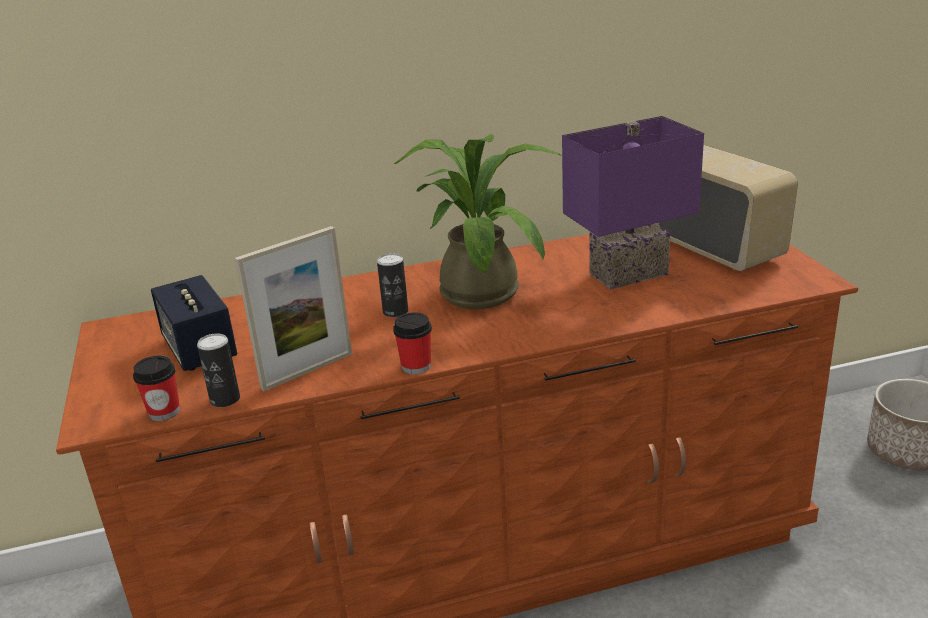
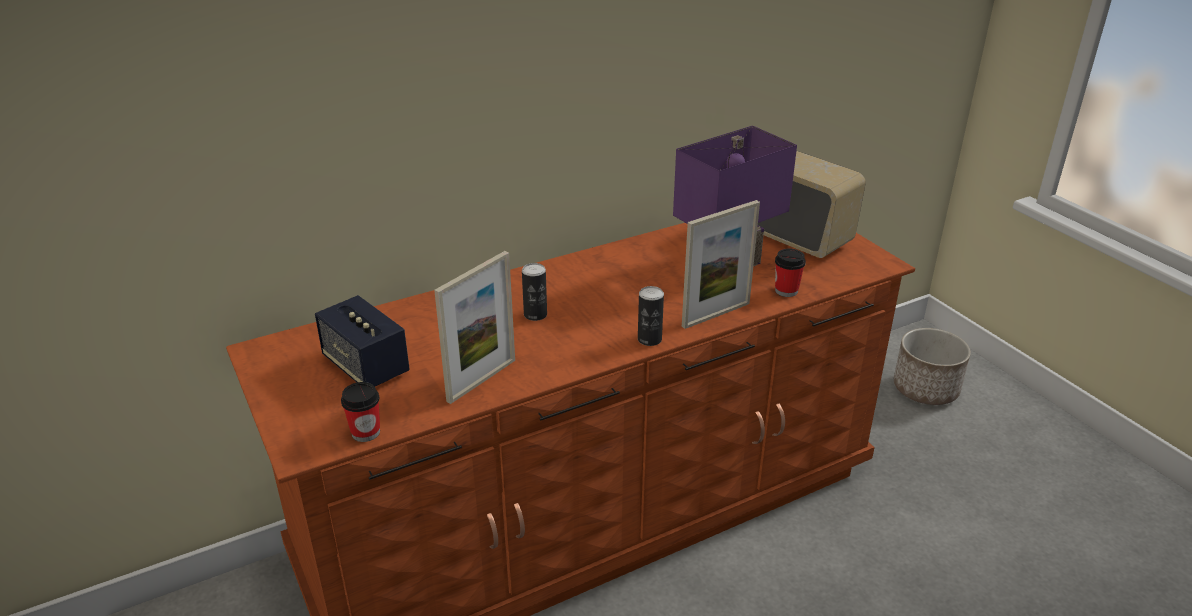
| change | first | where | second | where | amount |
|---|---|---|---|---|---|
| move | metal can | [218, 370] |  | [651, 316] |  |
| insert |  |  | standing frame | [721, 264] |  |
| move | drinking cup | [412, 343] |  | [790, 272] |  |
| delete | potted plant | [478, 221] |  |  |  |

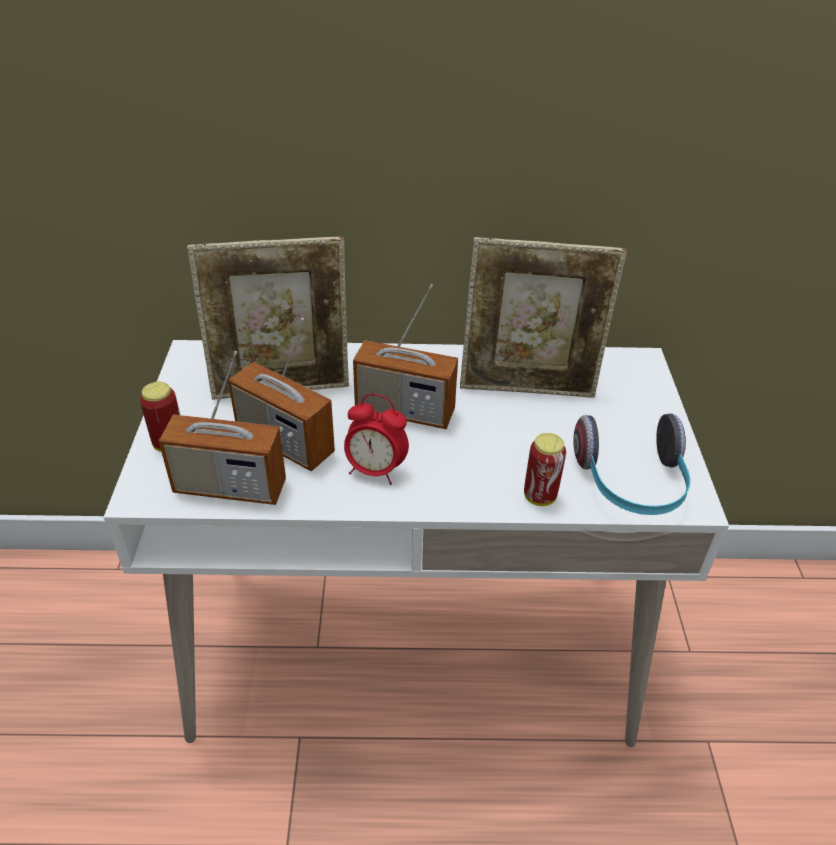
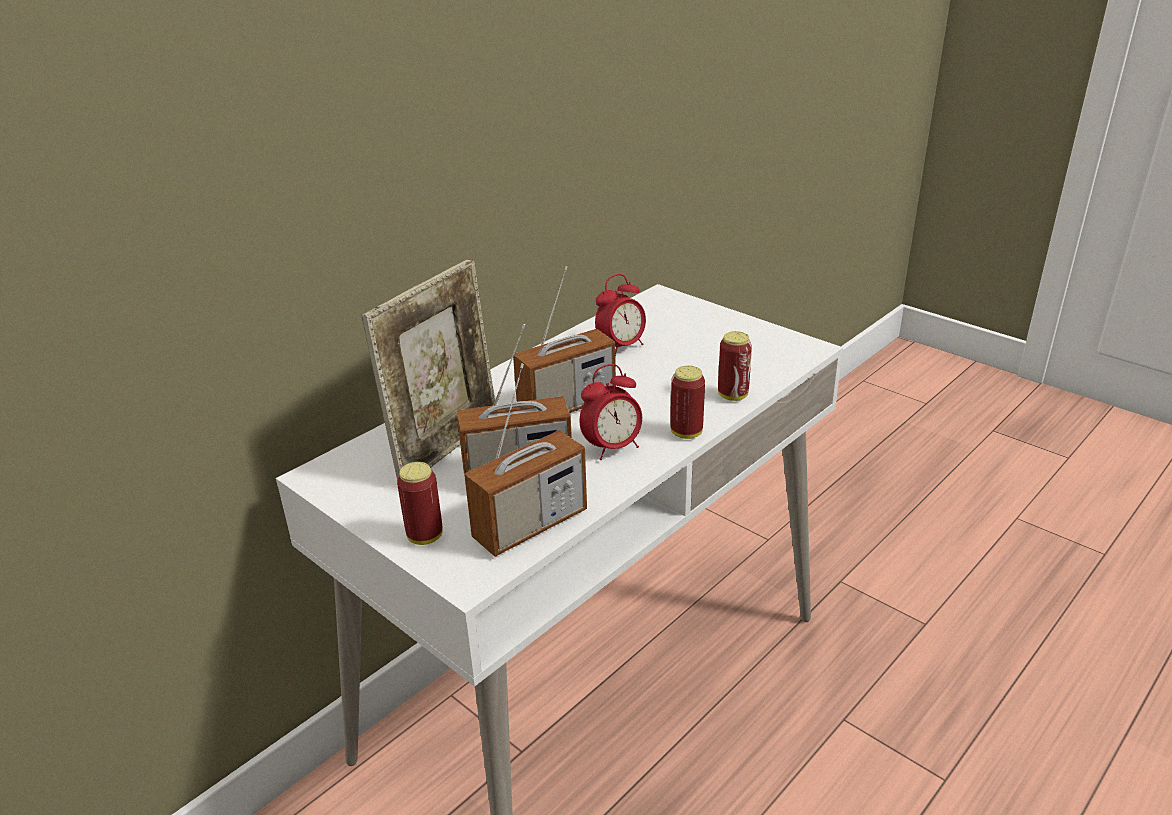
| change | first | where | second | where | amount |
|---|---|---|---|---|---|
| replace | standing frame | [543, 317] | bedside clock | [620, 315] |  |
| insert |  |  | metal can | [687, 402] |  |
| delete | pair of headphones | [632, 464] |  |  |  |

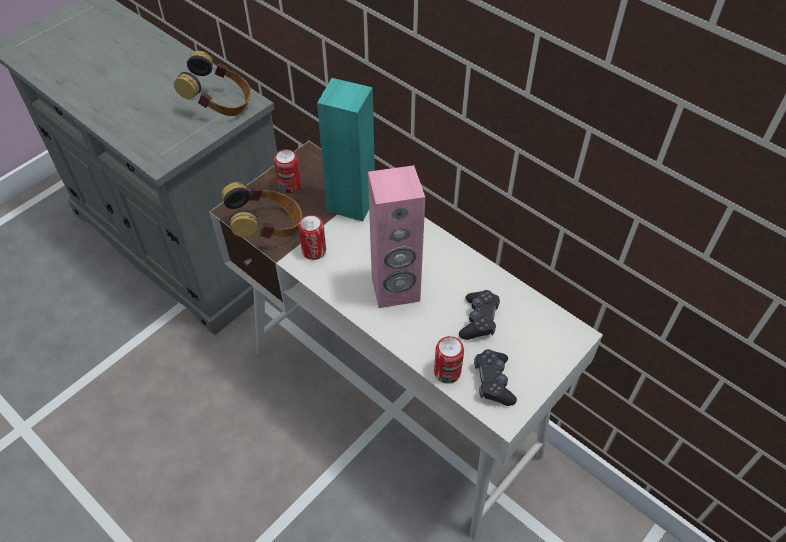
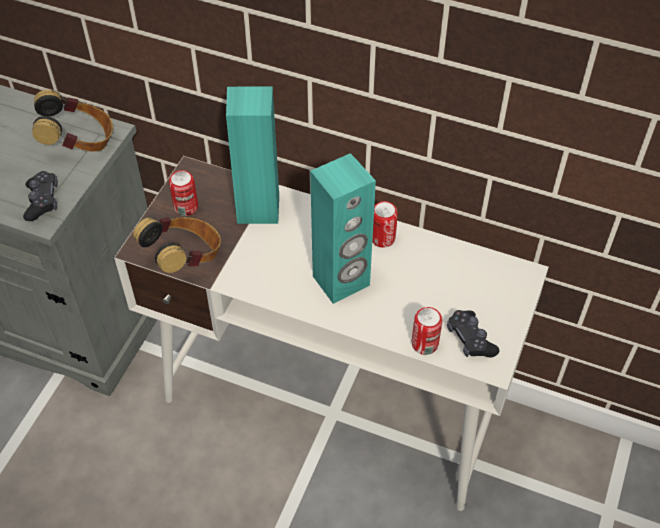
| change | first | where | second | where | amount |
|---|---|---|---|---|---|
| move | gamepad (black) | [479, 315] |  | [40, 196] |  |
| recolor | loudspeaker (pinkish) | [396, 236] | loudspeaker (turquoise) | [343, 228] |  |
| move | metal can | [312, 237] |  | [385, 224] |  |

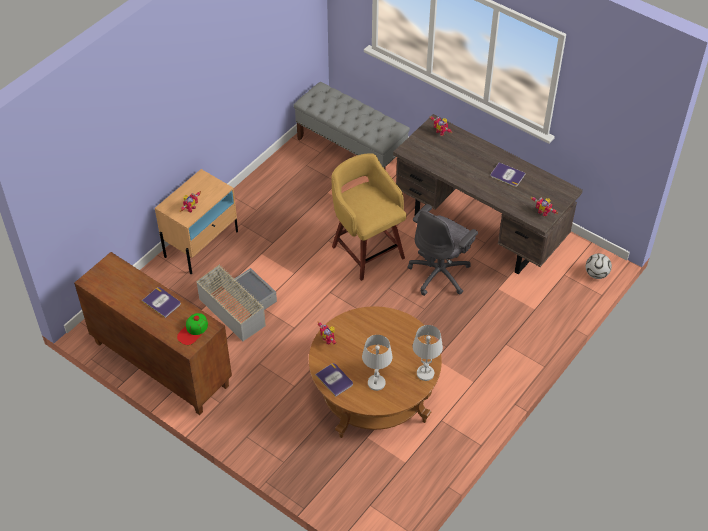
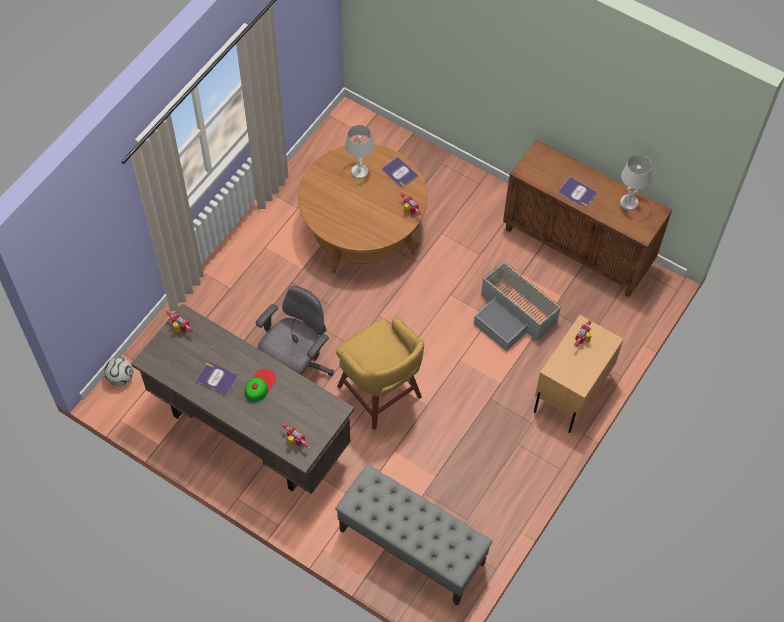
| change | first | where | second | where | amount |
|---|---|---|---|---|---|
| move | baseball cap | [192, 329] |  | [260, 385] |  |
| move | lamp for a table (whitish) | [428, 353] |  | [636, 182] |  |

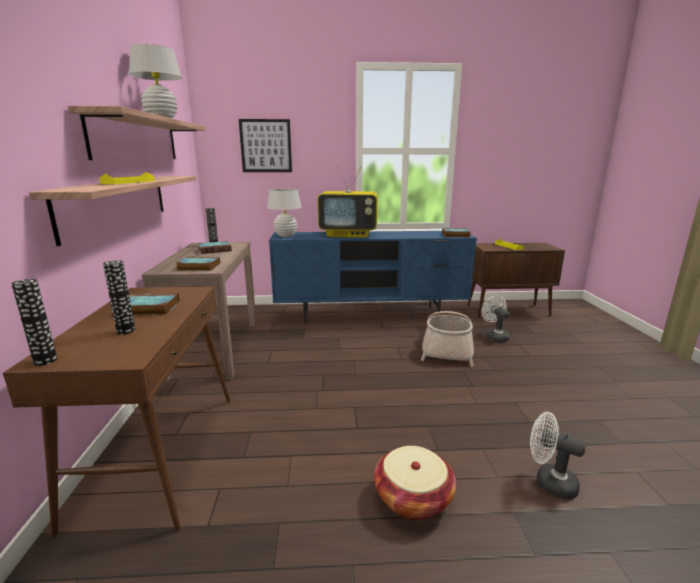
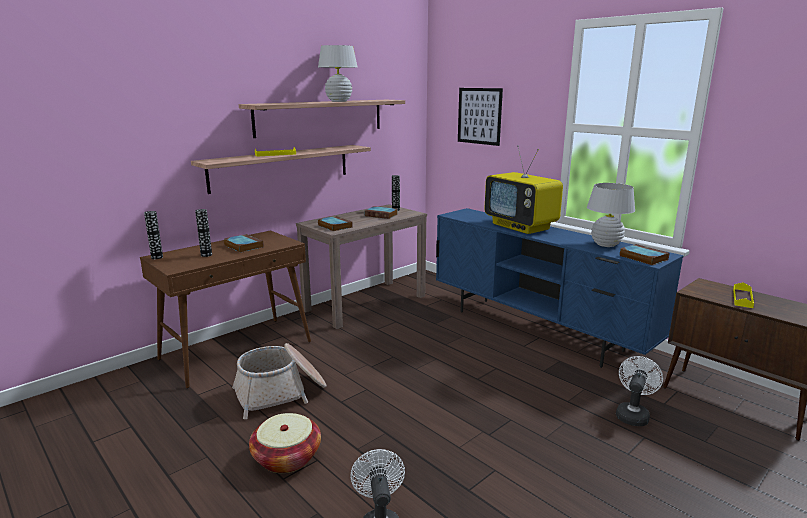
| change | first | where | second | where | amount |
|---|---|---|---|---|---|
| move | storage basket | [447, 339] |  | [279, 381] |  |
| move | lamp for a table (whitish) | [284, 213] |  | [611, 215] |  |

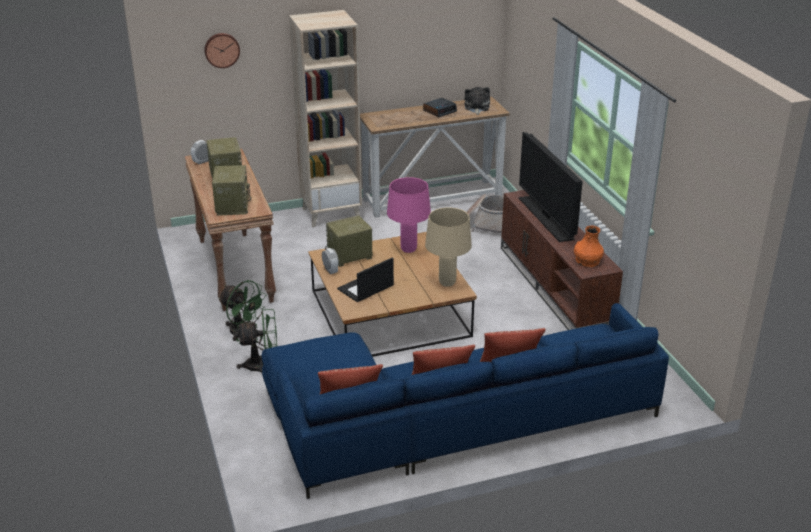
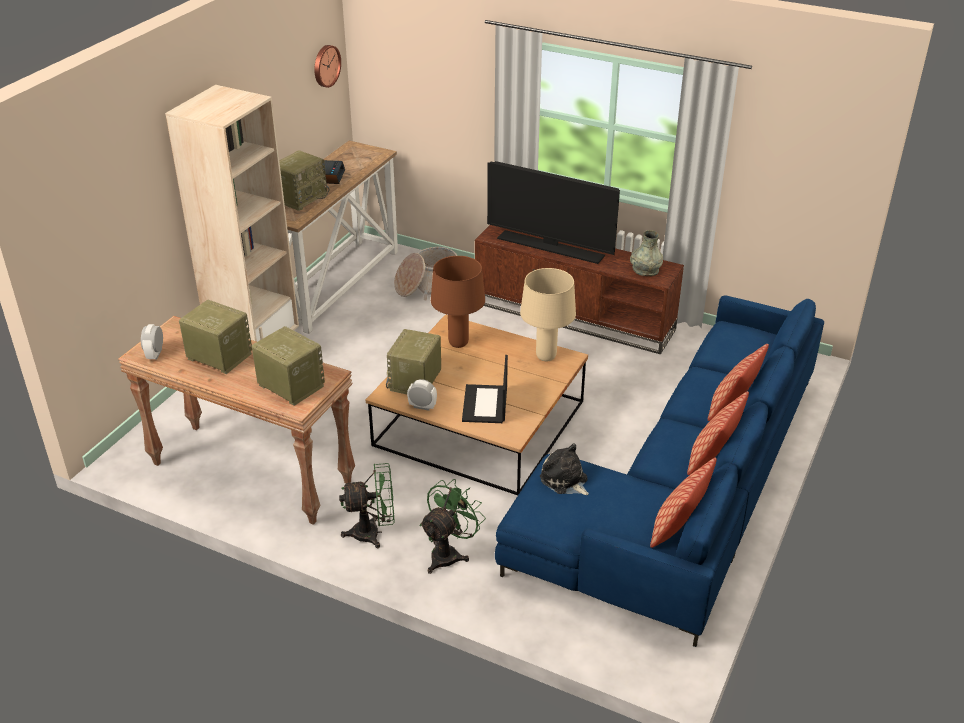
| change | first | where | second | where | amount |
|---|---|---|---|---|---|
| insert |  |  | radio | [304, 180] |  |
| move | clock on the wall | [222, 50] |  | [327, 66] |  |
| recolor | lamp for a table (pinkish) | [409, 215] | lamp for a table (brown) | [458, 302] |  |
| move | soft toy | [477, 101] |  | [564, 469] |  |
| recolor | vase (orange) | [589, 246] | vase (greyish) | [646, 253] |  |

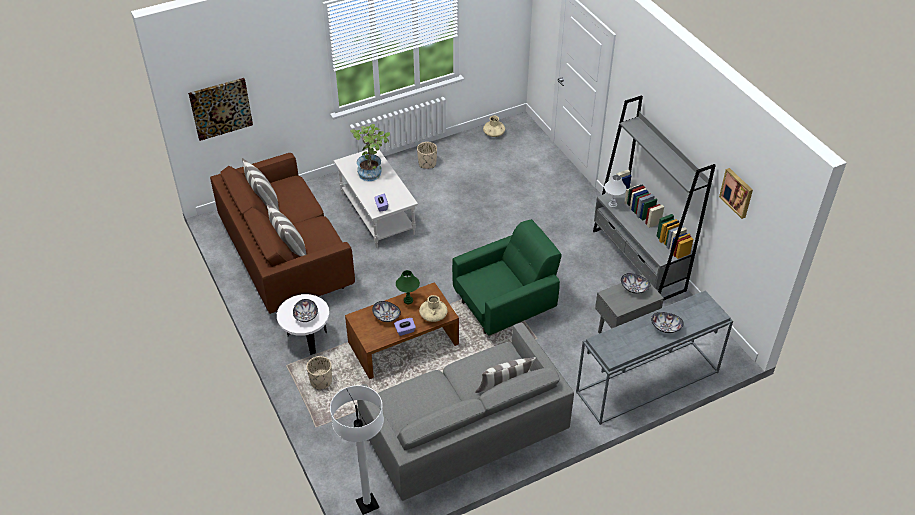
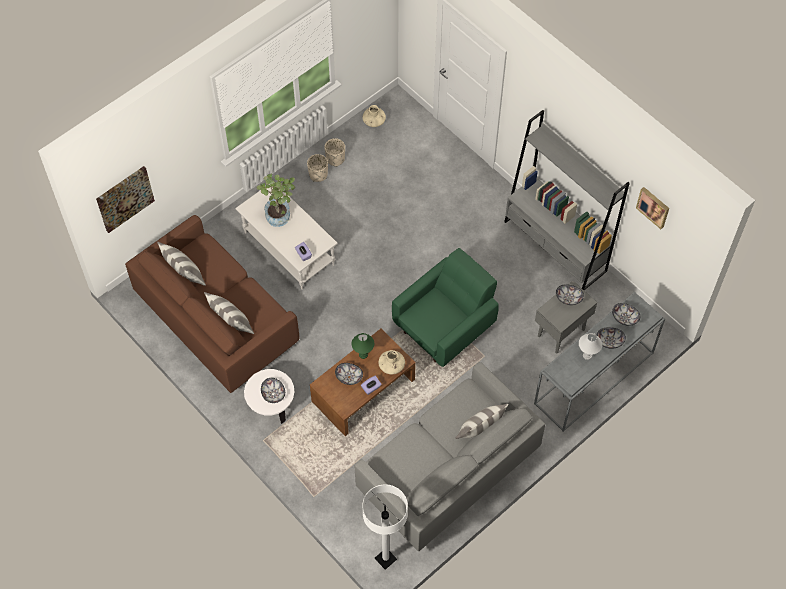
| change | first | where | second | where | amount |
|---|---|---|---|---|---|
| move | flower pot (beige-coloured) | [319, 373] |  | [334, 152] |  |
| move | lamp for a table (whitish) | [615, 191] |  | [590, 346] |  |
| insert |  |  | deep dish | [626, 314] |  |

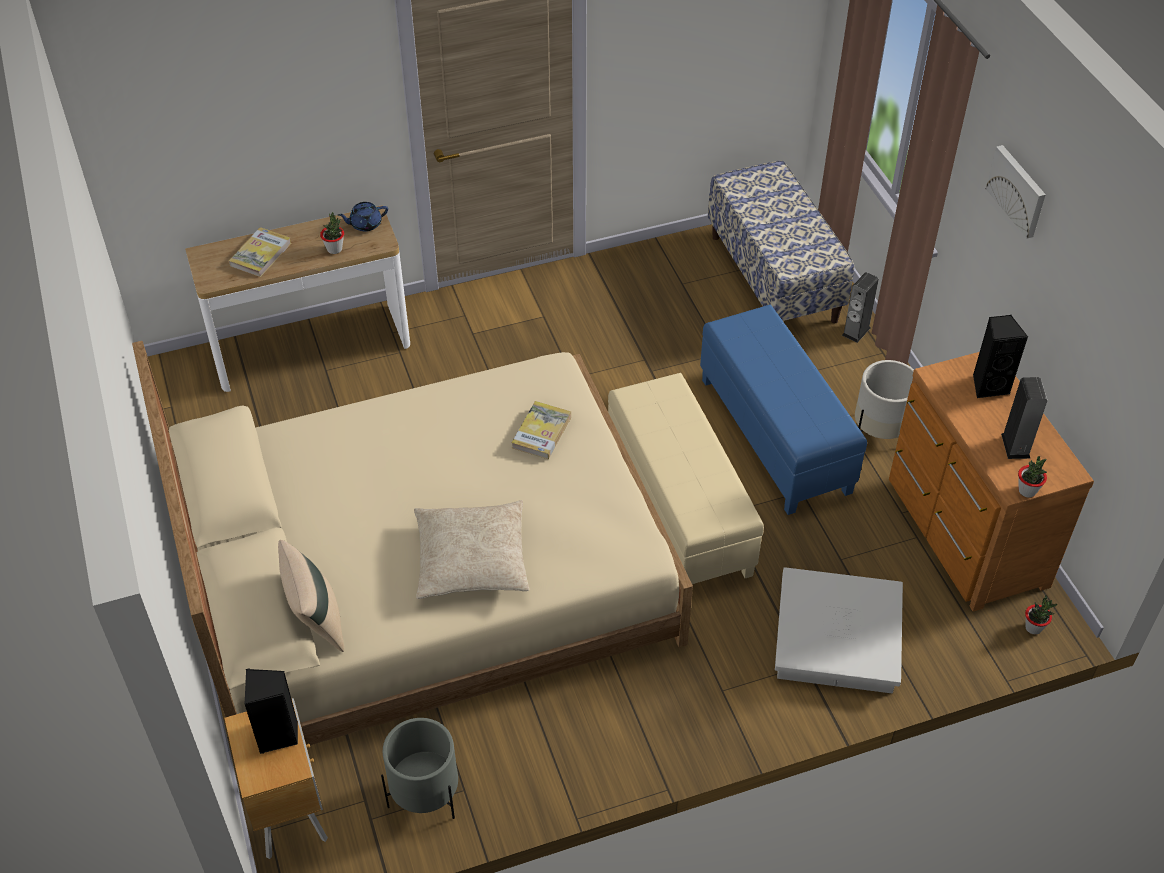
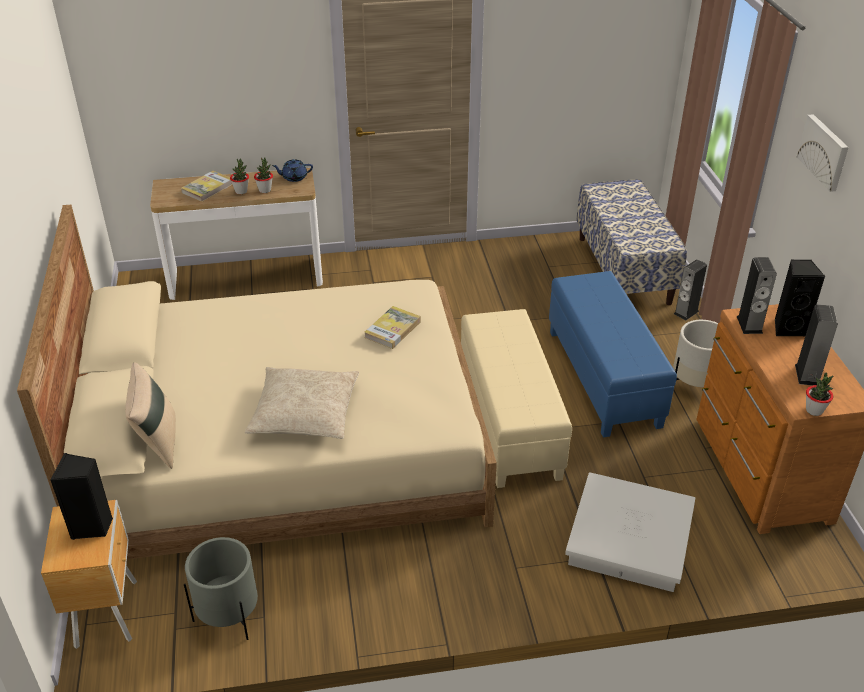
| change | first | where | second | where | amount |
|---|---|---|---|---|---|
| move | potted plant | [1041, 615] |  | [239, 176] |  |
| insert |  |  | loudspeaker | [757, 295] |  |

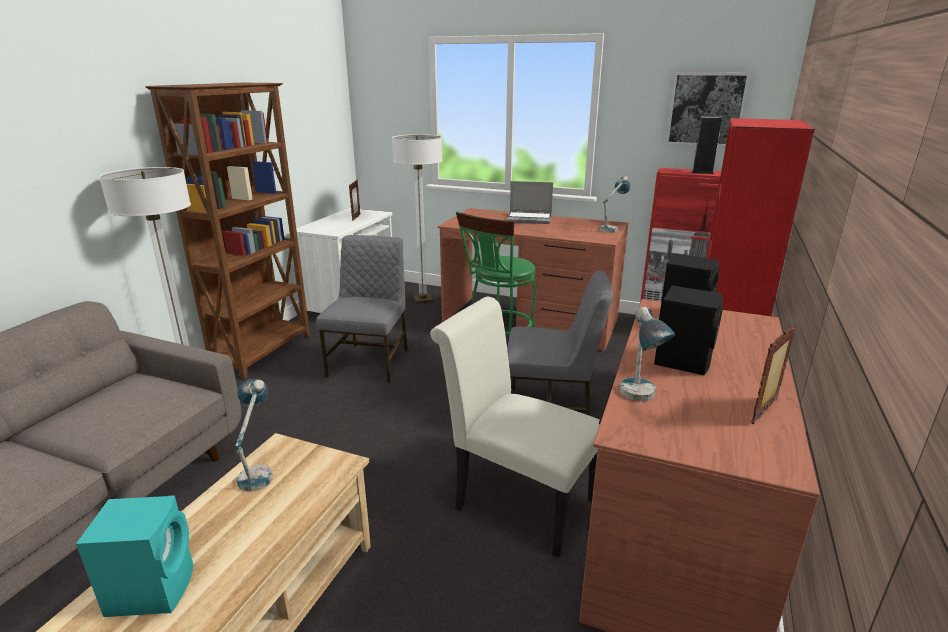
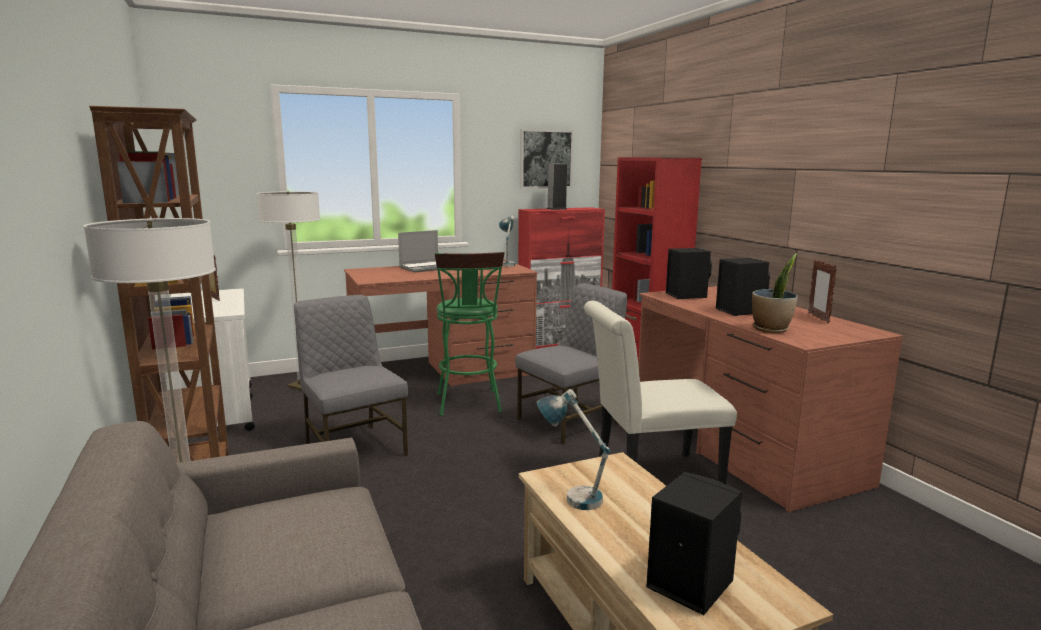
| change | first | where | second | where | amount |
|---|---|---|---|---|---|
| recolor | loudspeaker (turquoise) | [135, 556] | loudspeaker (black) | [694, 543] |  |
| replace | lamp for a table | [647, 354] | potted plant | [775, 293] |  |

